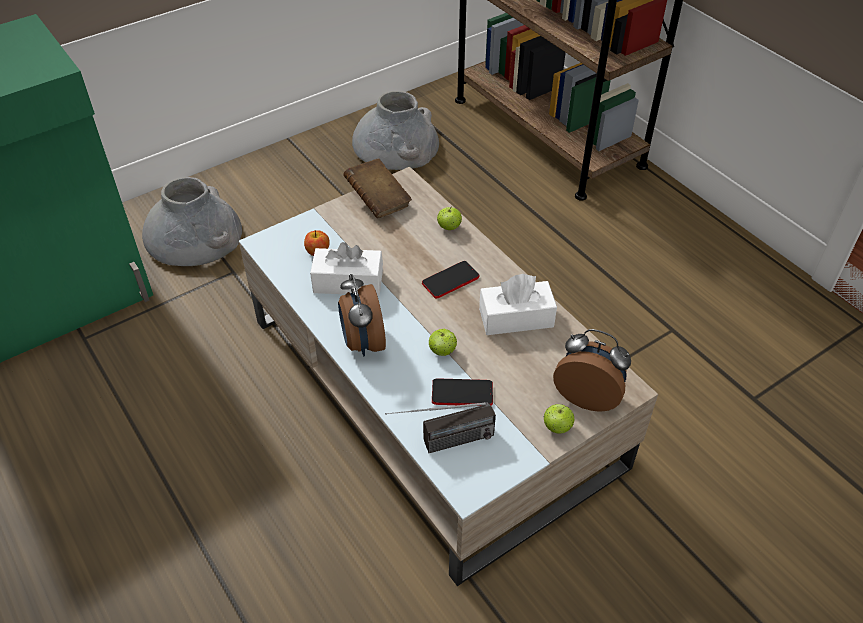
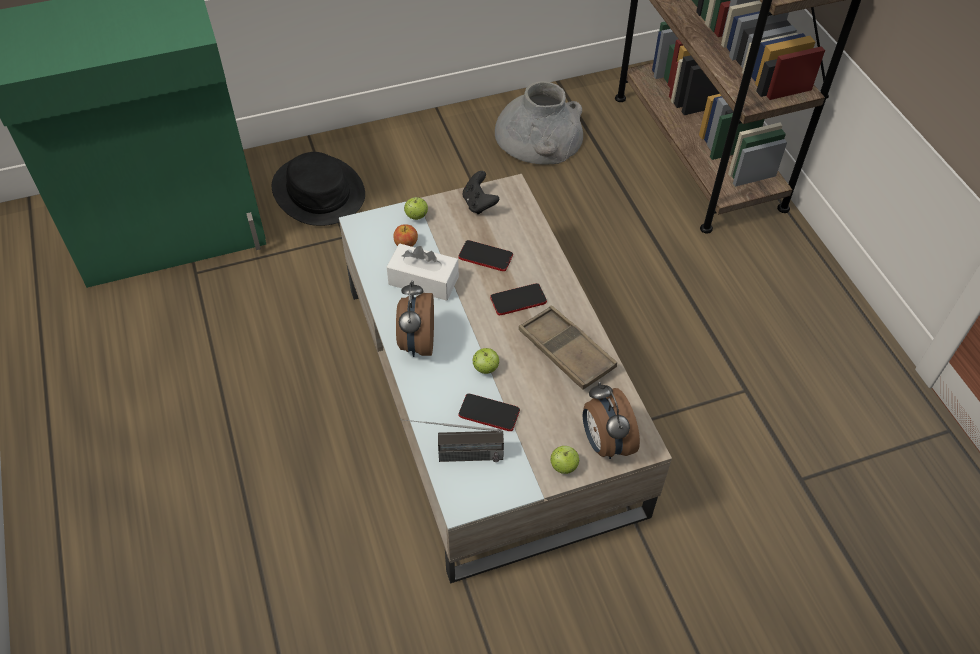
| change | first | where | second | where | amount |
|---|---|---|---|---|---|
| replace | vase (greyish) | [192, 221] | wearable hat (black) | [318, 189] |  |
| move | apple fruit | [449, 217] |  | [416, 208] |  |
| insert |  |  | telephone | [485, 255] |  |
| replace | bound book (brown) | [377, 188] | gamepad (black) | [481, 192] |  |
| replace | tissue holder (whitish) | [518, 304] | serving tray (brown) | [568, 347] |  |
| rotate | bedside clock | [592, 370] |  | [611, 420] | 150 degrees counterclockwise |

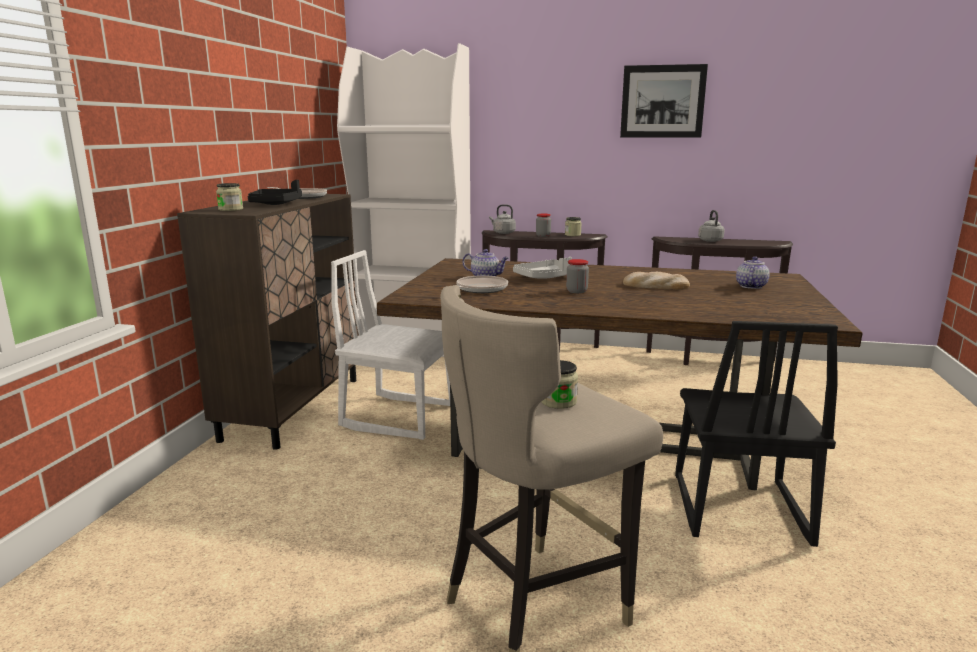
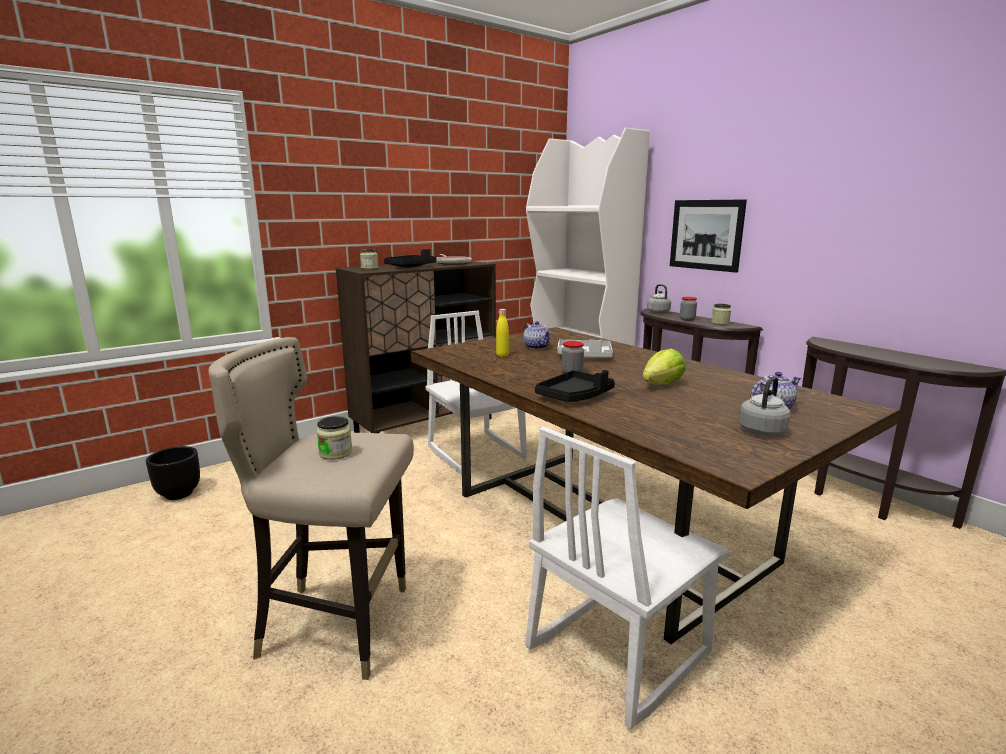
| change | first | where | second | where | amount |
|---|---|---|---|---|---|
| insert |  |  | flower pot (black) | [173, 473] |  |
| replace | frying pan | [482, 284] | bottle (yellowish) | [502, 333] |  |
| recolor | upright chair (black) | [756, 434] | upright chair (whitish) | [628, 578] |  |
| insert |  |  | serving tray (black) | [575, 386] |  |
| replace | bread | [656, 280] | lettuce head | [663, 366] |  |
| move | picture | [664, 101] |  | [708, 236] |  |
| move | tea kettle (greyish) | [711, 226] |  | [765, 406] |  |

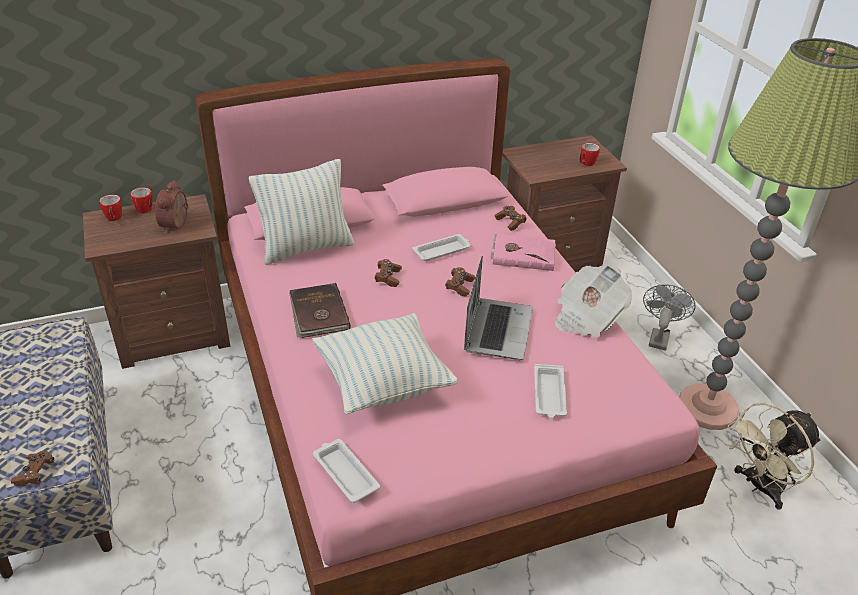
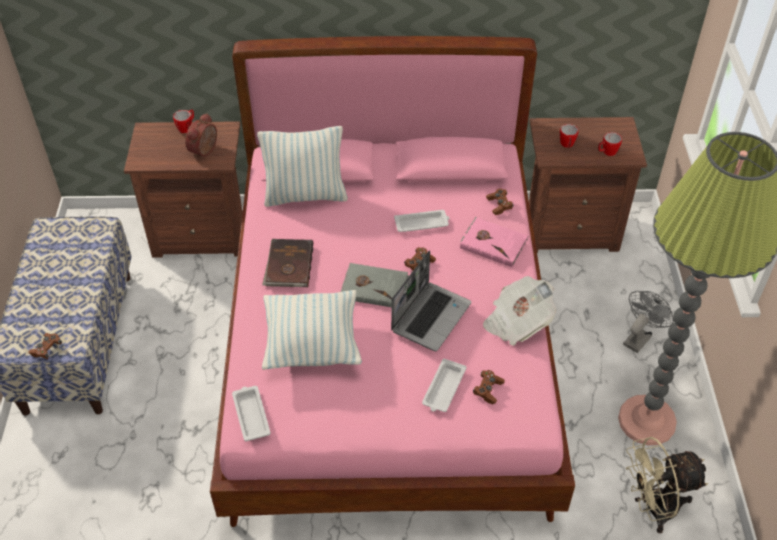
| change | first | where | second | where | amount |
|---|---|---|---|---|---|
| insert |  |  | bound book (greyish) | [375, 285] |  |
| move | gamepad (brown) | [388, 273] |  | [489, 387] |  |
| move | tea mug | [110, 208] |  | [569, 136] |  |

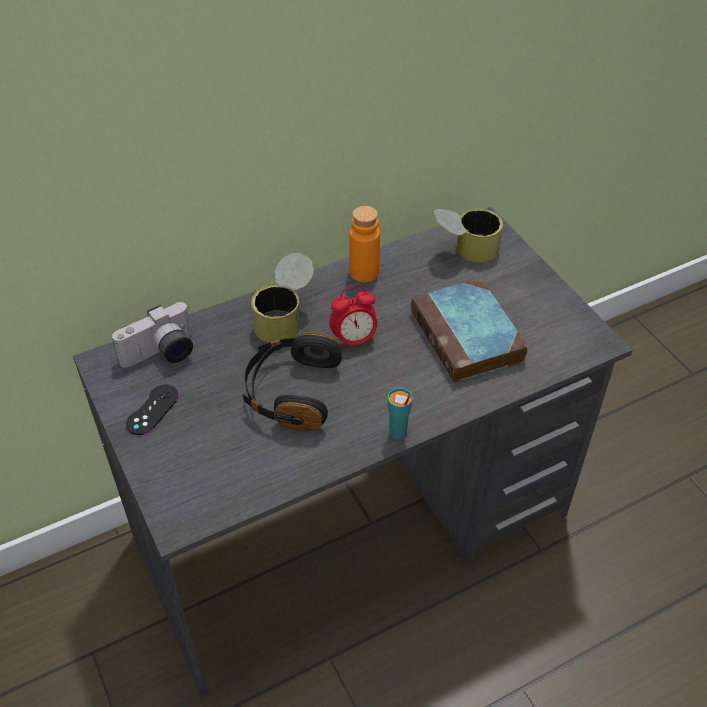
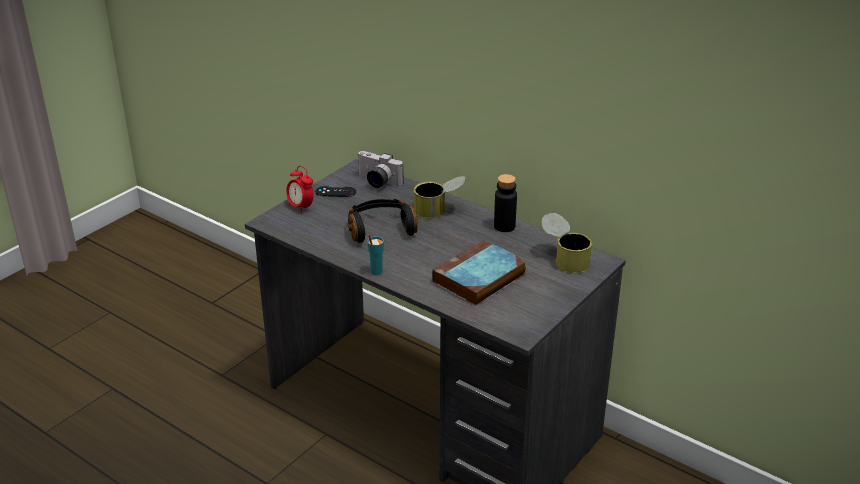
| change | first | where | second | where | amount |
|---|---|---|---|---|---|
| move | bedside clock | [353, 318] |  | [300, 190] |  |
| recolor | bottle (orange) | [364, 244] | bottle (black) | [505, 203] |  |

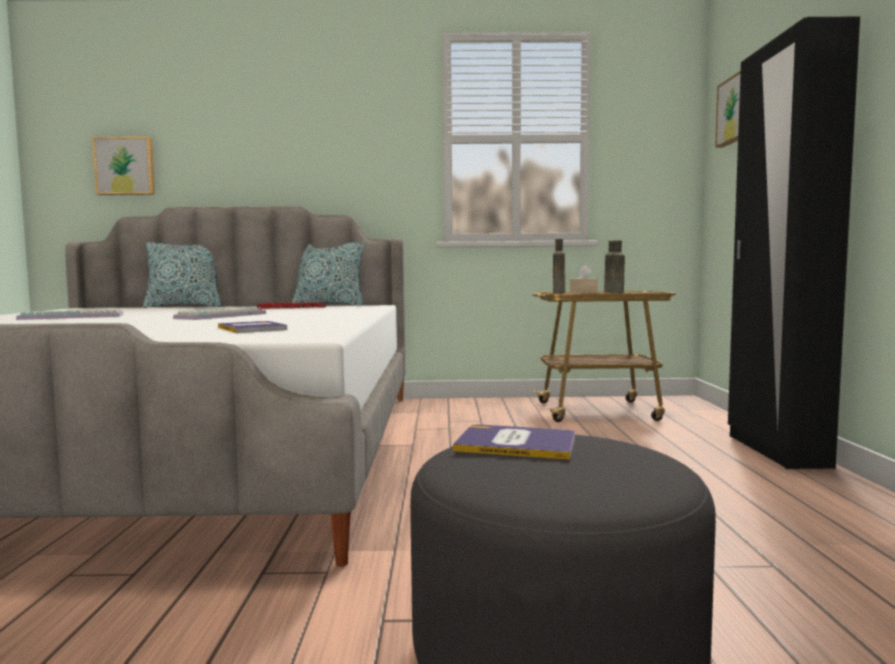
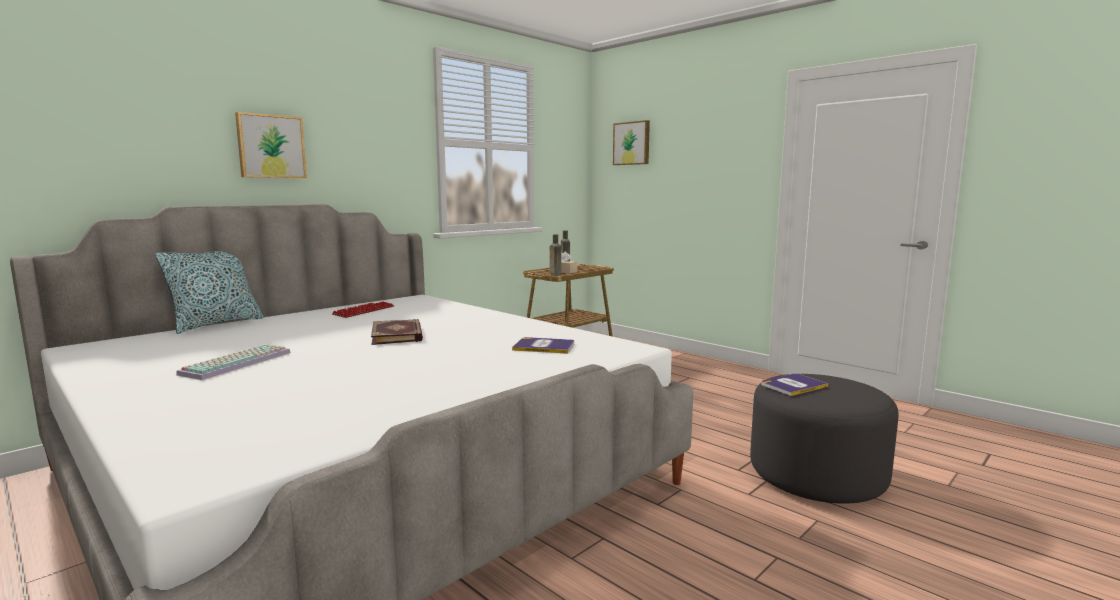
| change | first | where | second | where | amount |
|---|---|---|---|---|---|
| move | picture | [123, 166] |  | [271, 145] |  |
| replace | computer keyboard | [219, 313] | bound book | [397, 332] |  |
| delete | throw pillow | [329, 273] |  |  |  |
| delete | bottle (brown) | [617, 267] |  |  |  |
| delete | wardrobe (black) | [794, 243] |  |  |  |

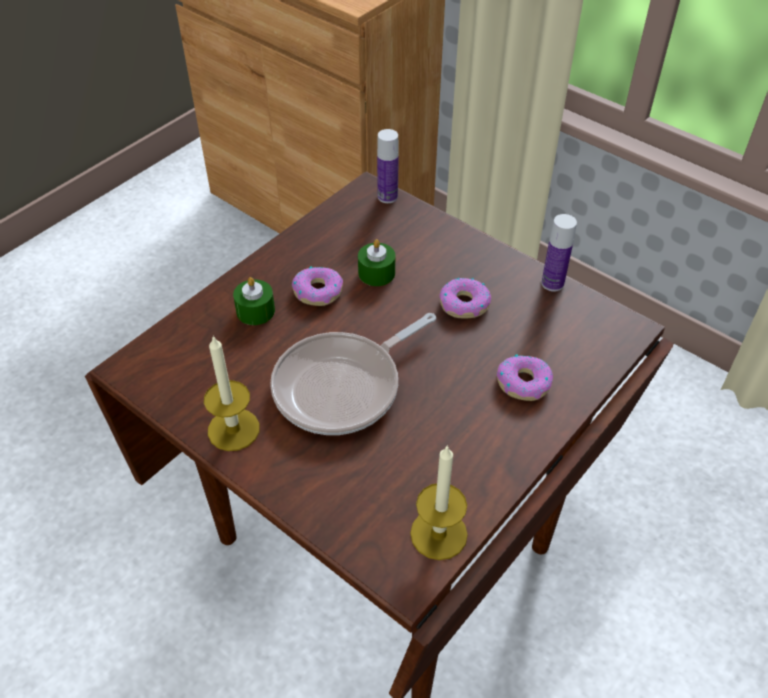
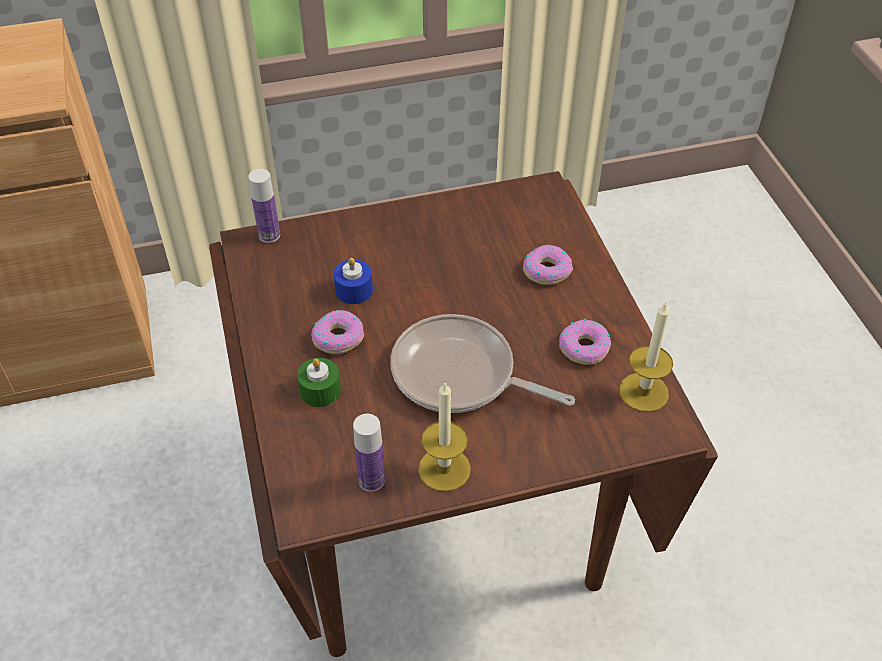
| change | first | where | second | where | amount |
|---|---|---|---|---|---|
| recolor | wax candle (green-coloured) | [376, 262] | wax candle (bluish) | [353, 281] |  |
| move | bottle | [559, 253] |  | [369, 453] |  |
| rotate | frying pan | [353, 374] |  | [482, 363] | 120 degrees clockwise |
| move | ring doughnut | [465, 298] |  | [585, 342] |  |

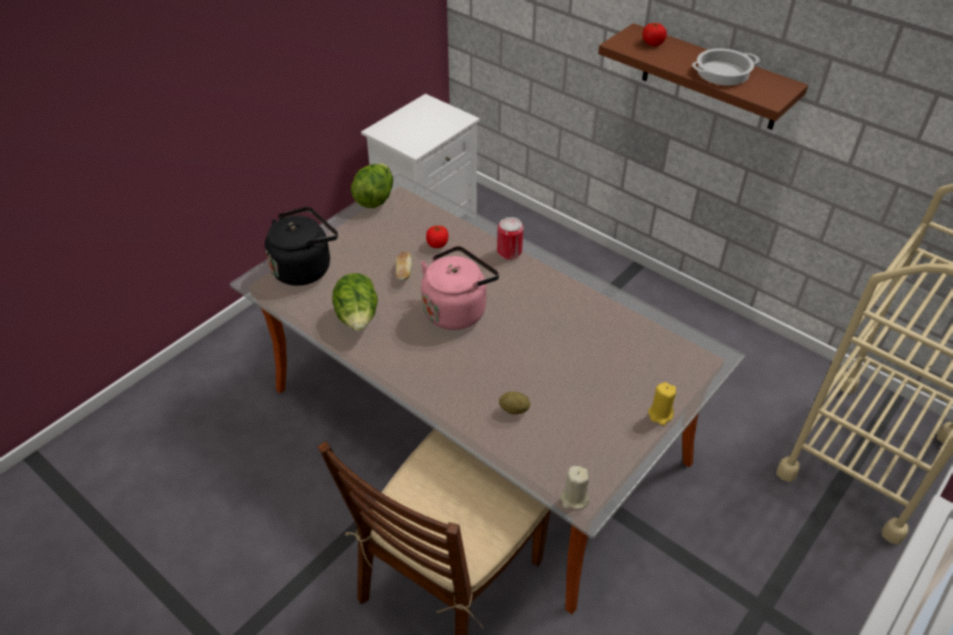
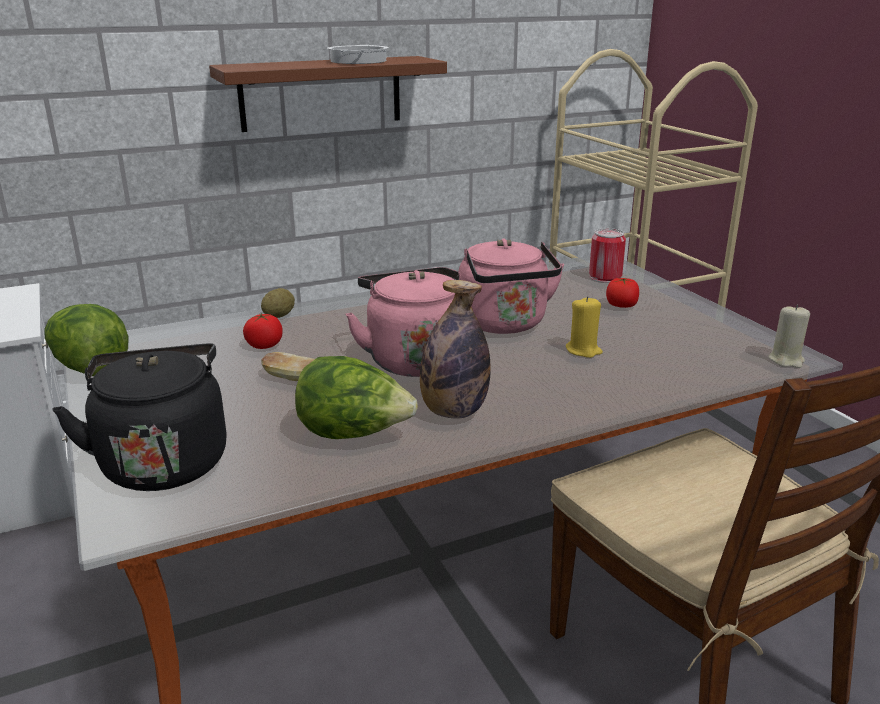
| change | first | where | second | where | amount |
|---|---|---|---|---|---|
| move | whole potato | [514, 403] |  | [278, 303] |  |
| insert |  |  | bottle | [455, 349] |  |
| insert |  |  | tea kettle (pinkish) | [511, 286] |  |
| move | wax candle (yellowish) | [662, 404] |  | [584, 327] |  |
| move | metal can | [510, 238] |  | [607, 255] |  |
| move | whole tomato | [654, 34] |  | [622, 293] |  |

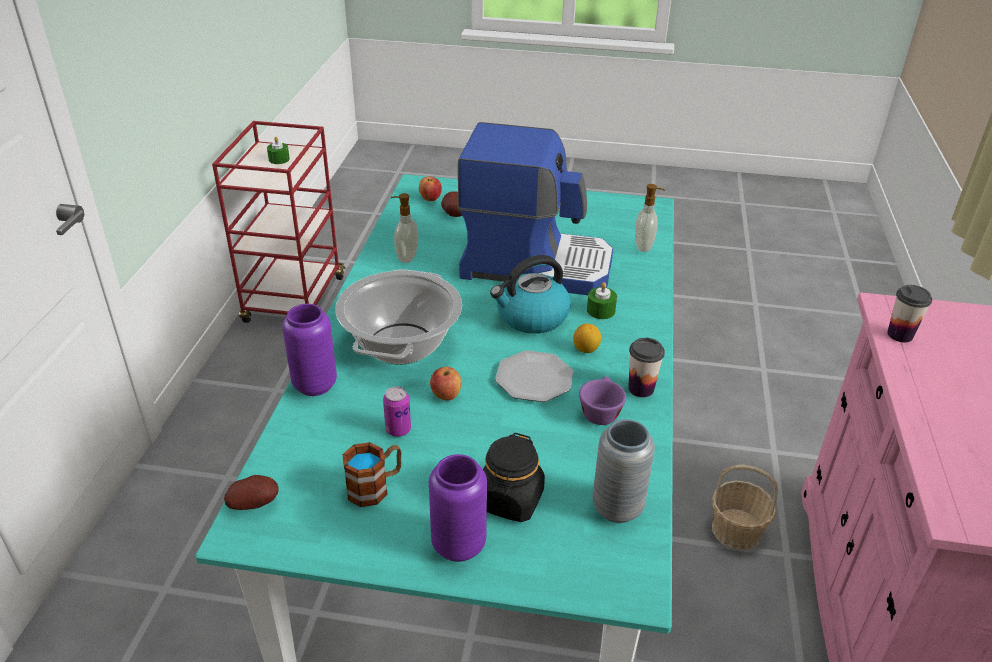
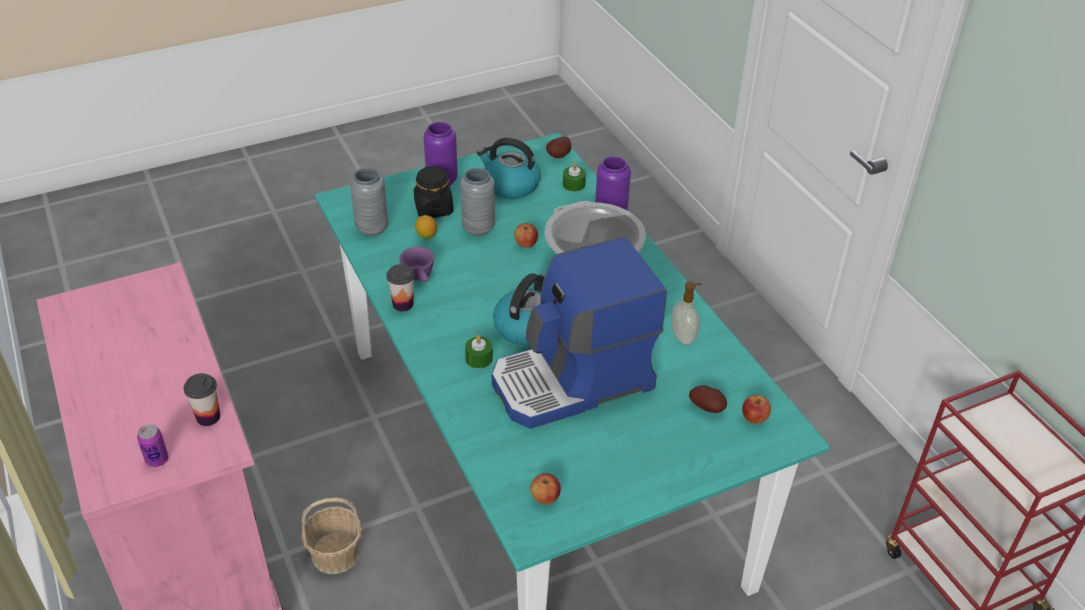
| change | first | where | second | where | amount |
|---|---|---|---|---|---|
| move | metal can | [397, 412] |  | [153, 445] |  |
| move | citrus fruit | [587, 338] |  | [426, 227] |  |
| insert |  |  | vase (greyish) | [477, 202] |  |
| replace | tea mug | [372, 474] | tea kettle | [509, 168] |  |
| insert |  |  | apple fruit | [545, 488] |  |
| move | wax candle (green-coloured) | [278, 150] |  | [574, 177] |  |
| delete | plate | [534, 376] |  |  |  |
| delete | liquid soap bottle | [650, 218] |  |  |  |

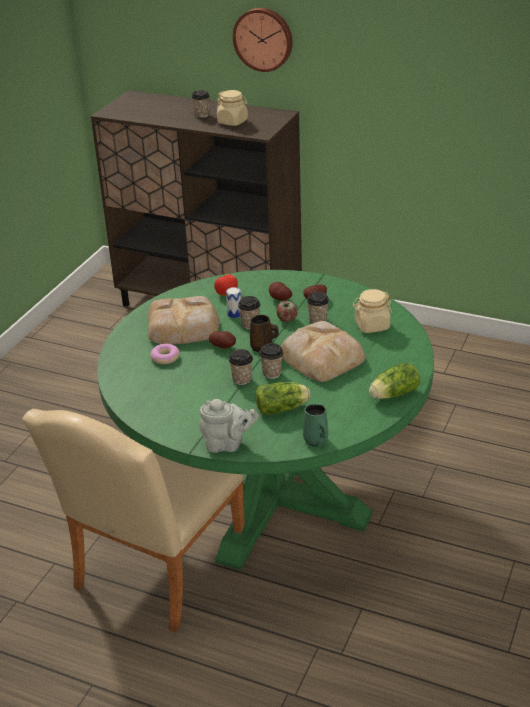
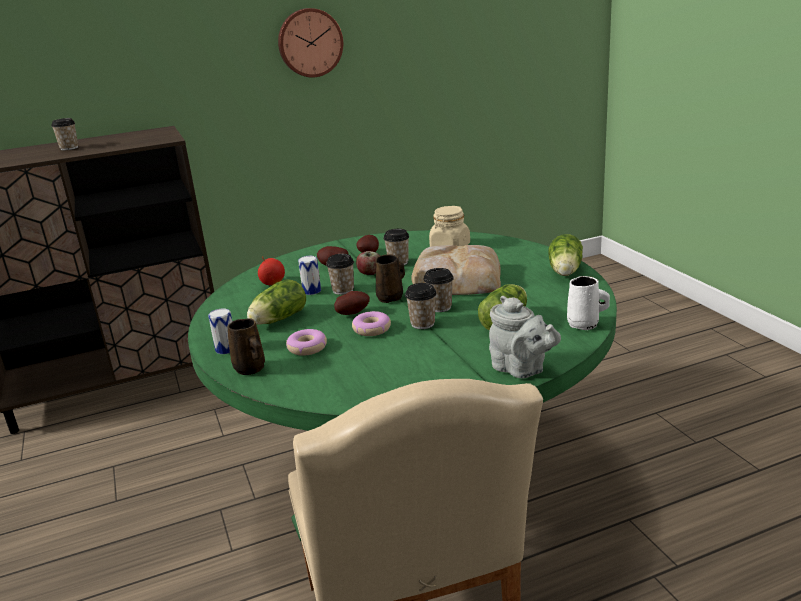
| change | first | where | second | where | amount |
|---|---|---|---|---|---|
| insert |  |  | metal can | [220, 331] |  |
| insert |  |  | tea mug (brown) | [246, 346] |  |
| replace | bread | [183, 320] | lettuce head | [276, 302] |  |
| move | clock on the wall | [263, 40] |  | [310, 42] |  |
| insert |  |  | ring doughnut | [371, 323] |  |
| rotate | tea pot (greyish) | [229, 426] |  | [525, 337] | 90 degrees clockwise |
| recolor | tea mug (green-coloured) | [315, 425] | tea mug (whitish) | [588, 303] |  |
| delete | jar (beige-coloured) | [232, 108] |  |  |  |

